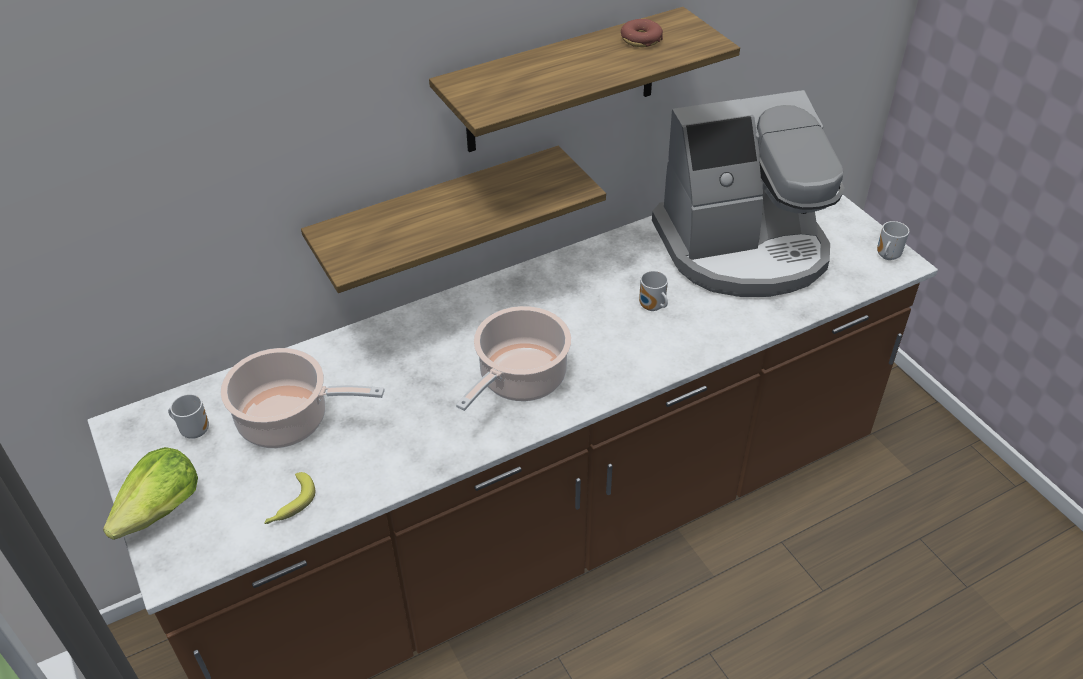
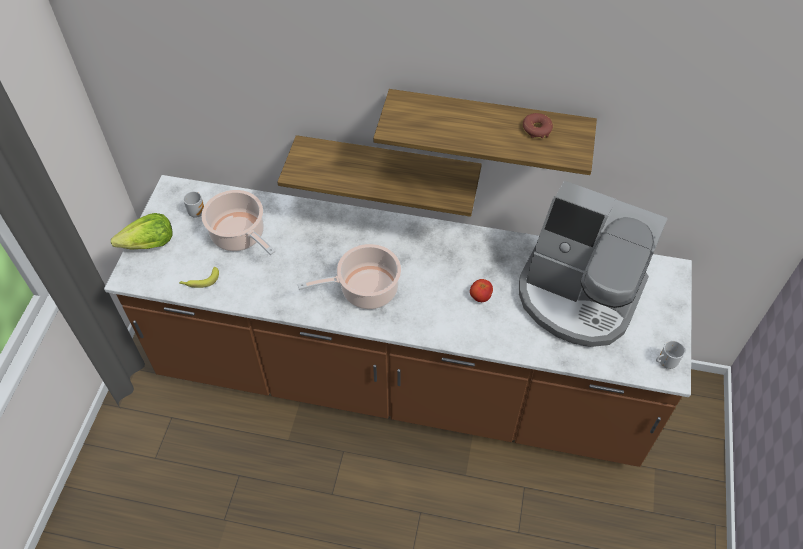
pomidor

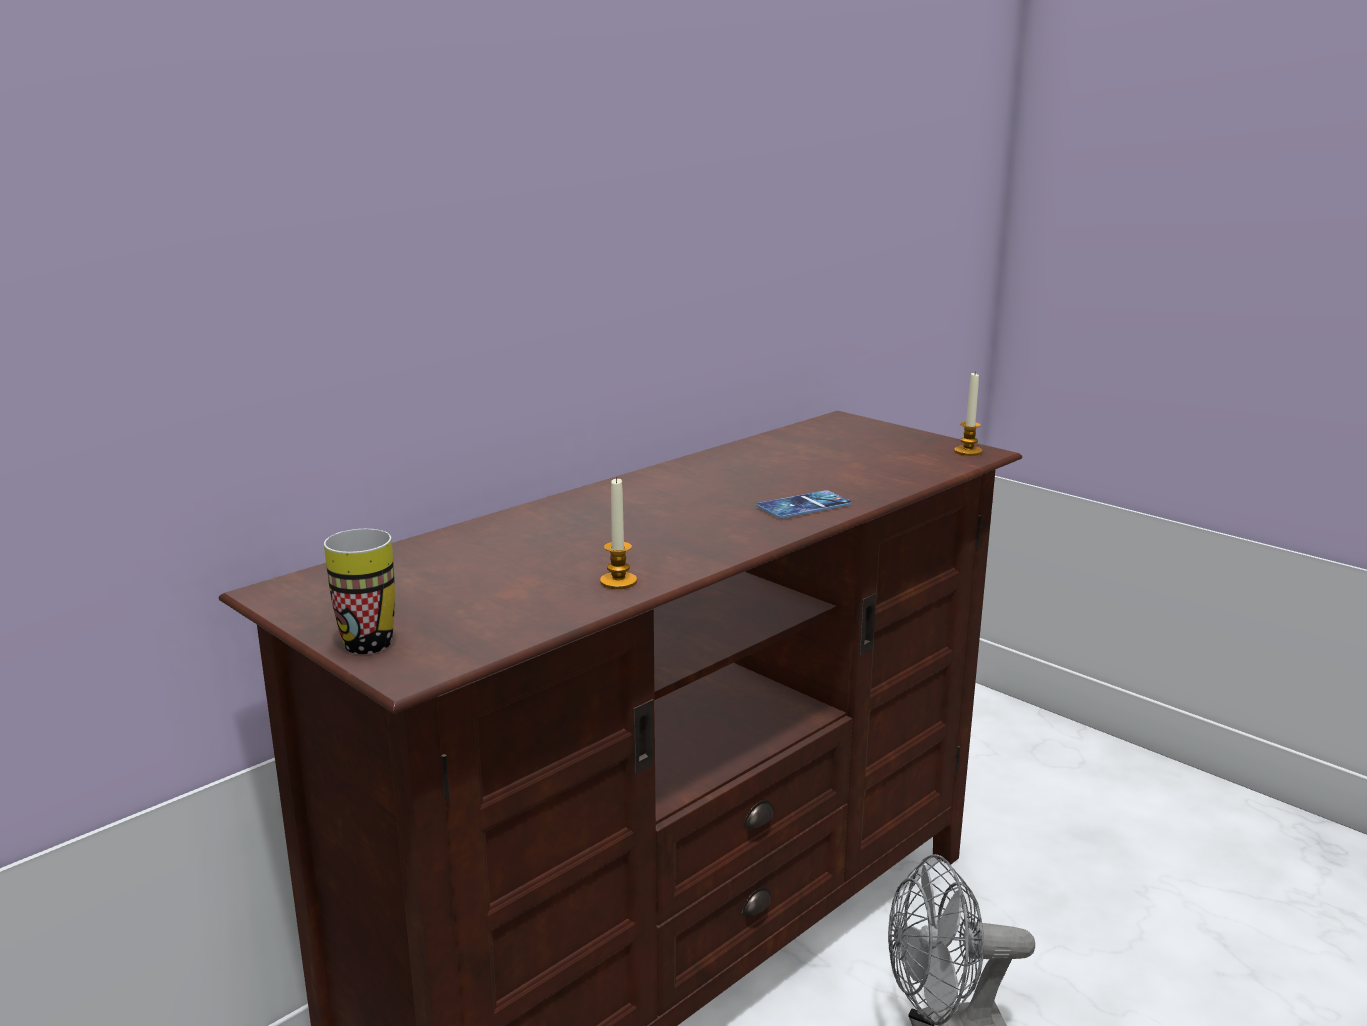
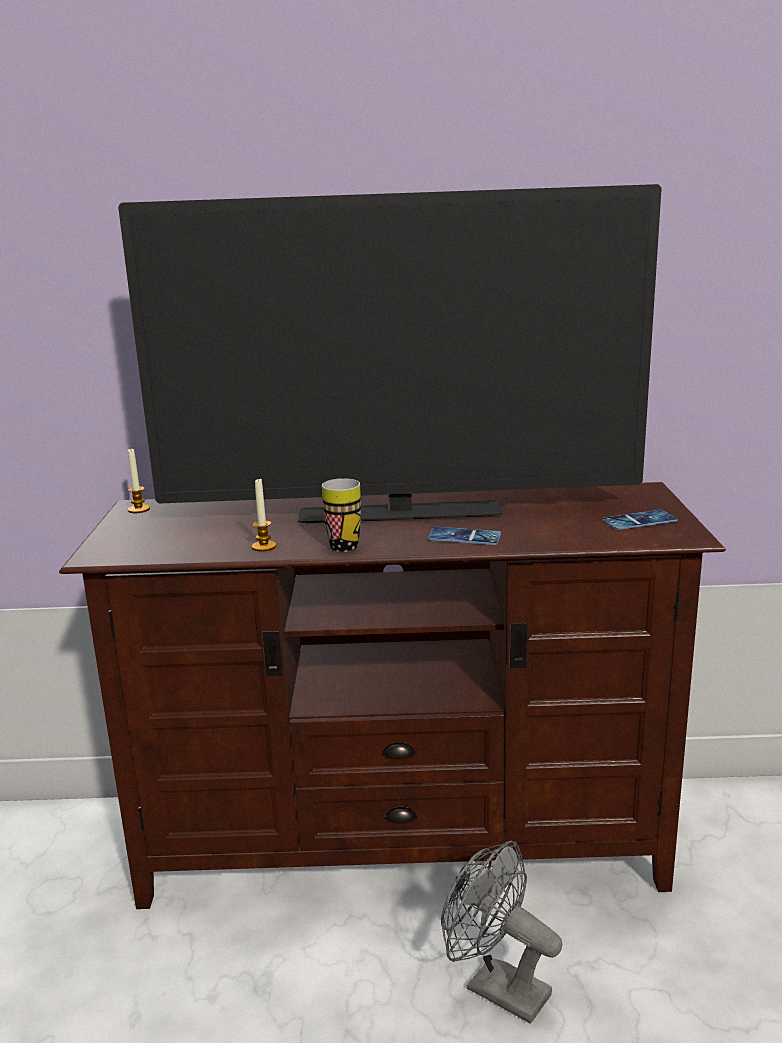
telewizor
telefon (2nd from left)
kubek
świeca (1st from left)

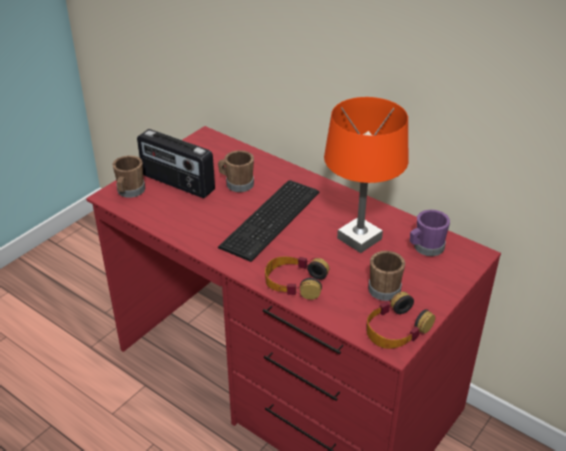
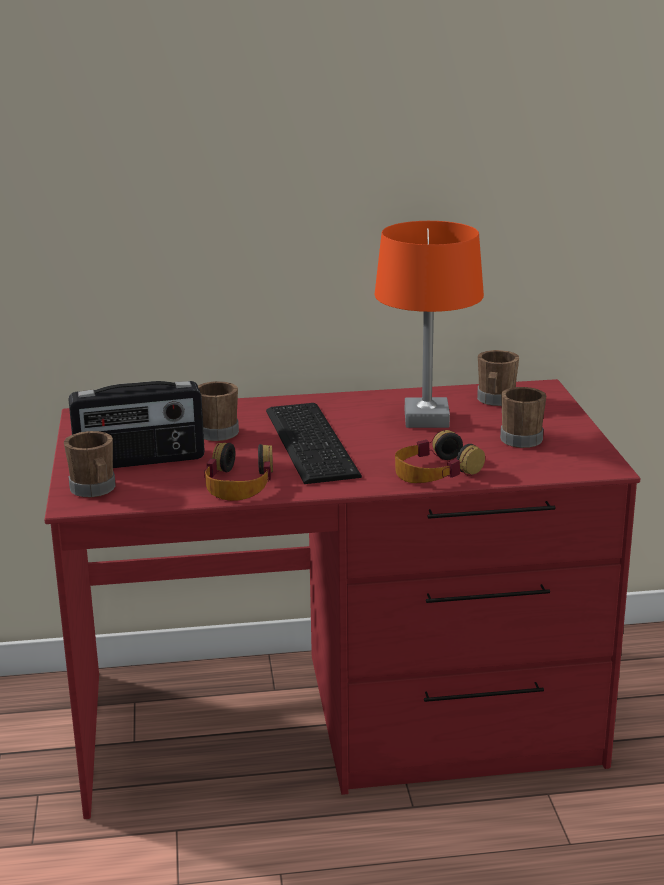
słuchawki (1st from left)
kubek (brązowy) (3rd from left)

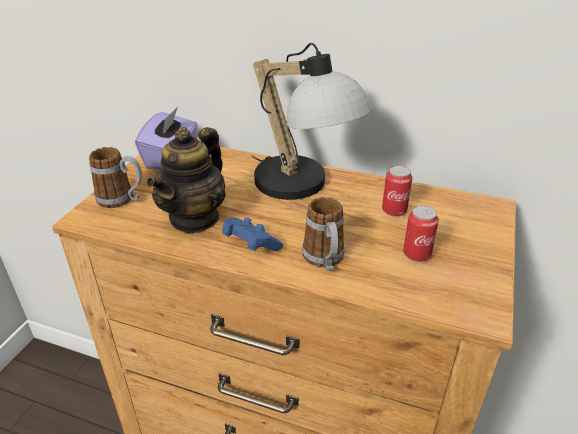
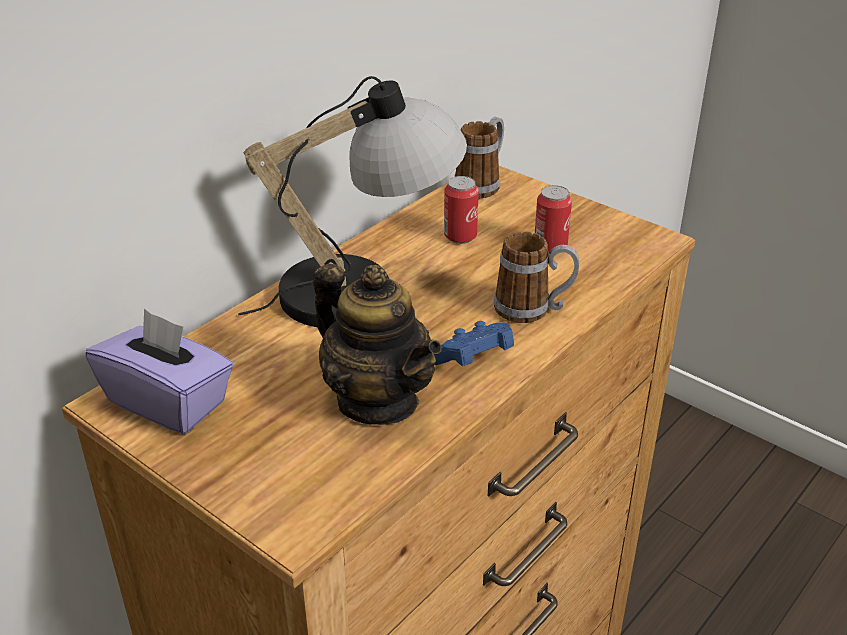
kubek (1st from left)

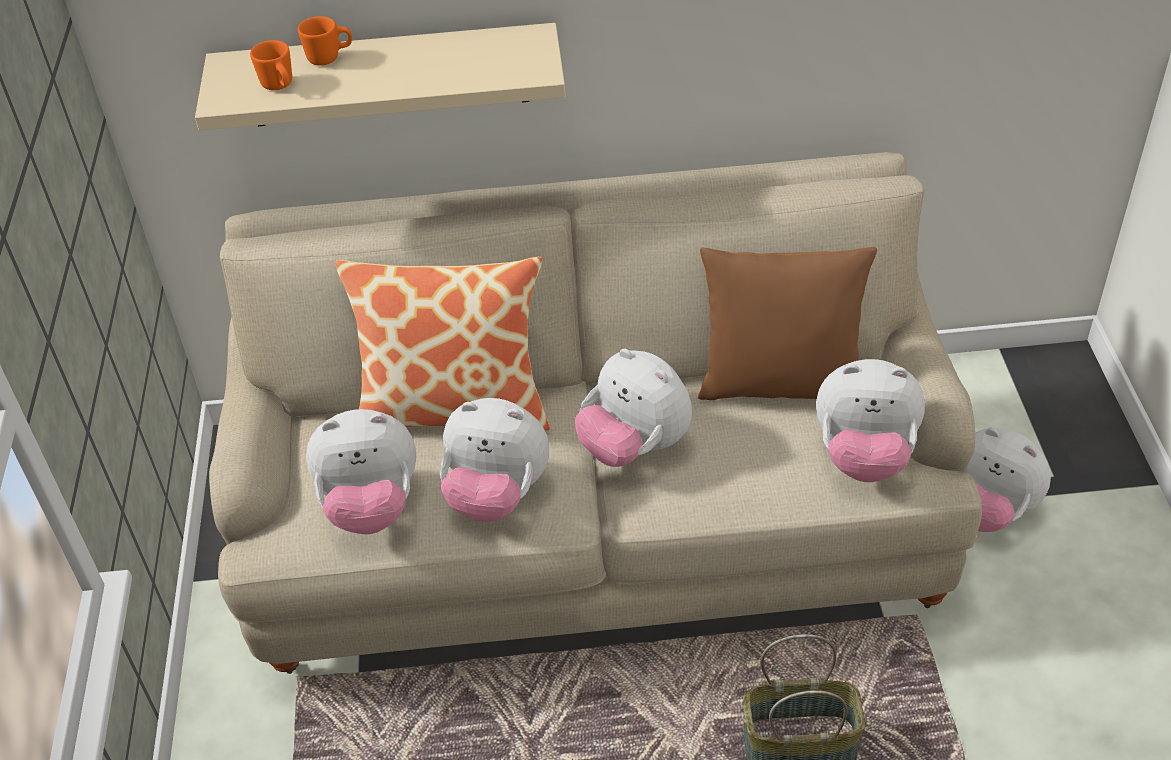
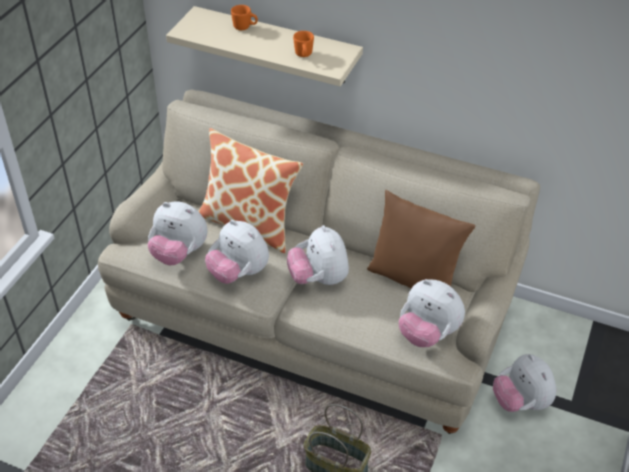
kubek (pomarańczowy) (2nd from left)

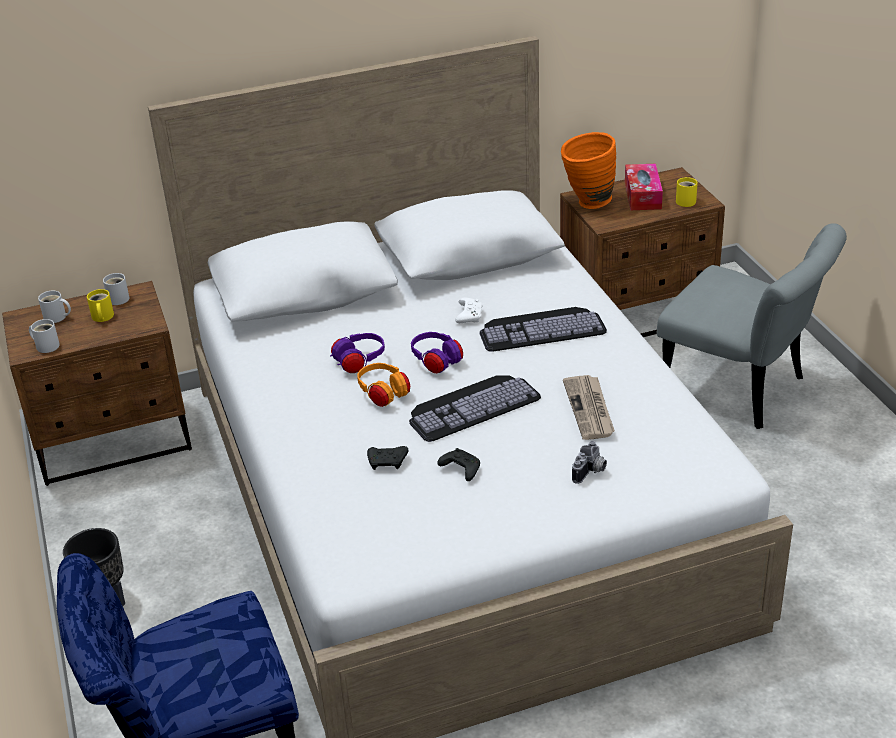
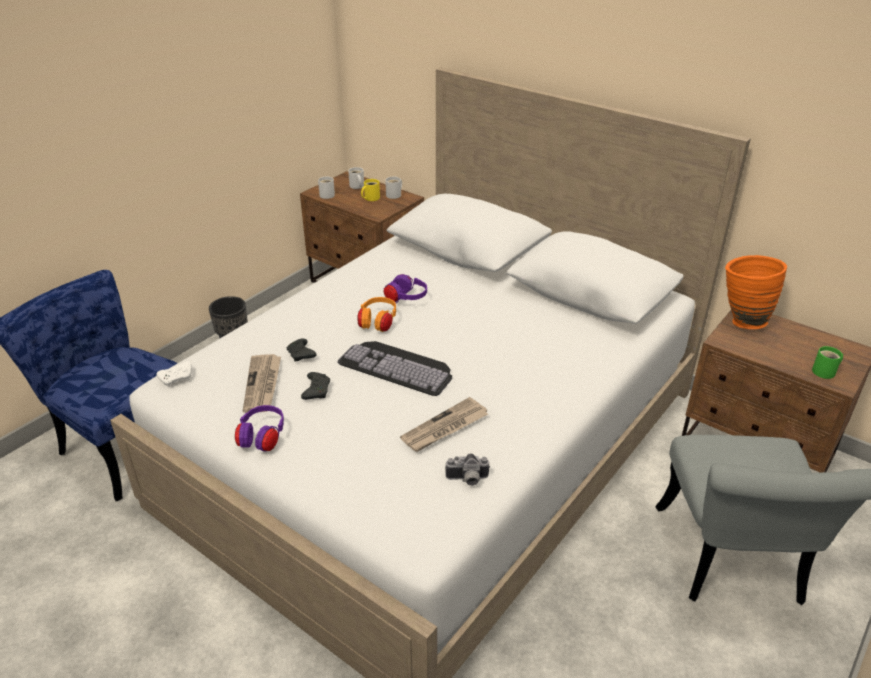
klawiatura (2nd from left in the first image)
pudełko chusteczek
gazeta (1st from left)
słuchawki (fioletowy) (1st from left)
pad do gier (biały)
aparat fotograficzny
kubek (zielony)

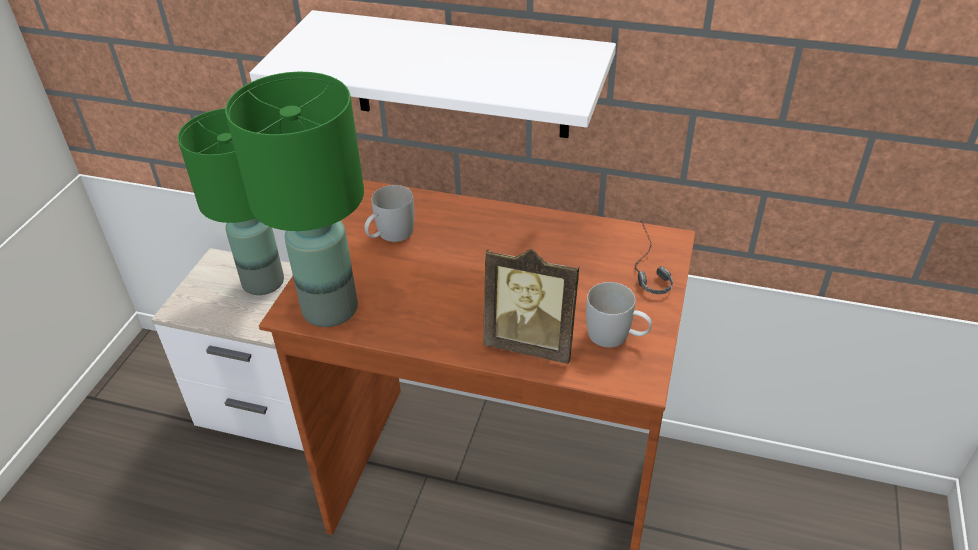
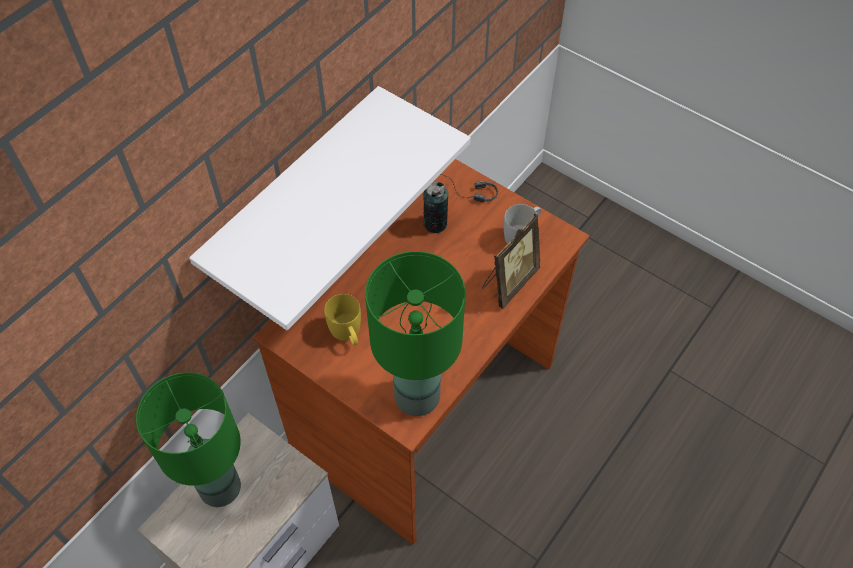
puszka
kubek (żółty)

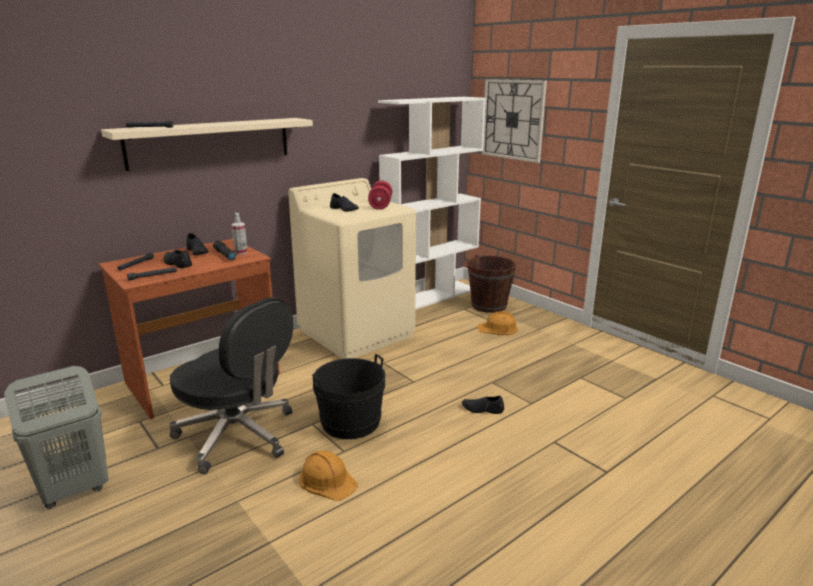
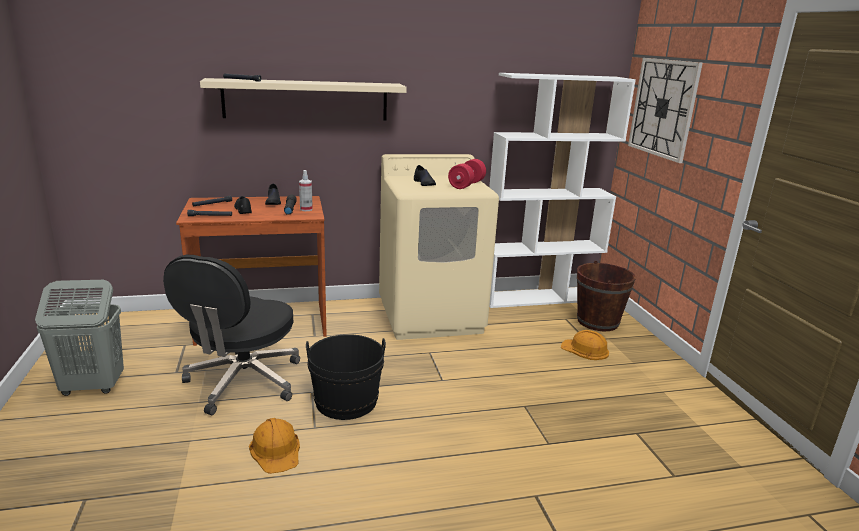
but (czarny) (4th from left in the first image)
krzesło biurowe (czarny)

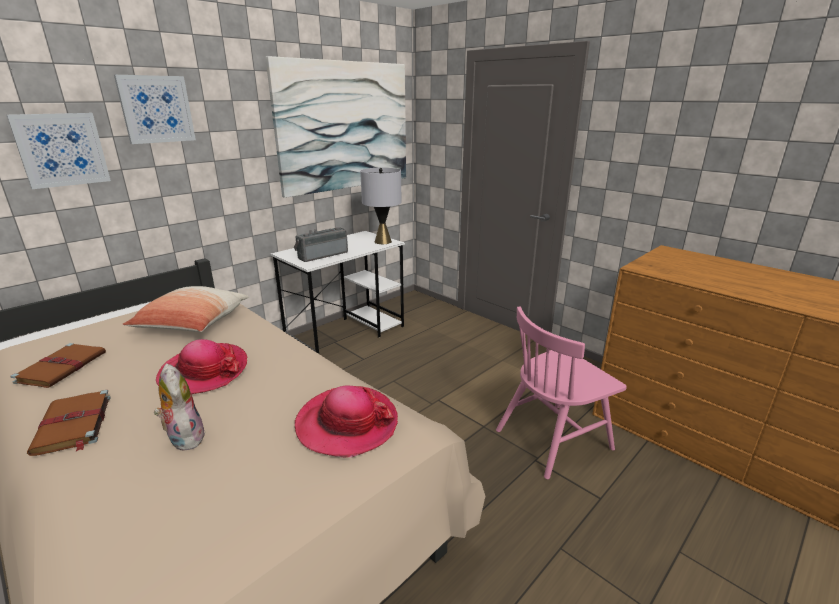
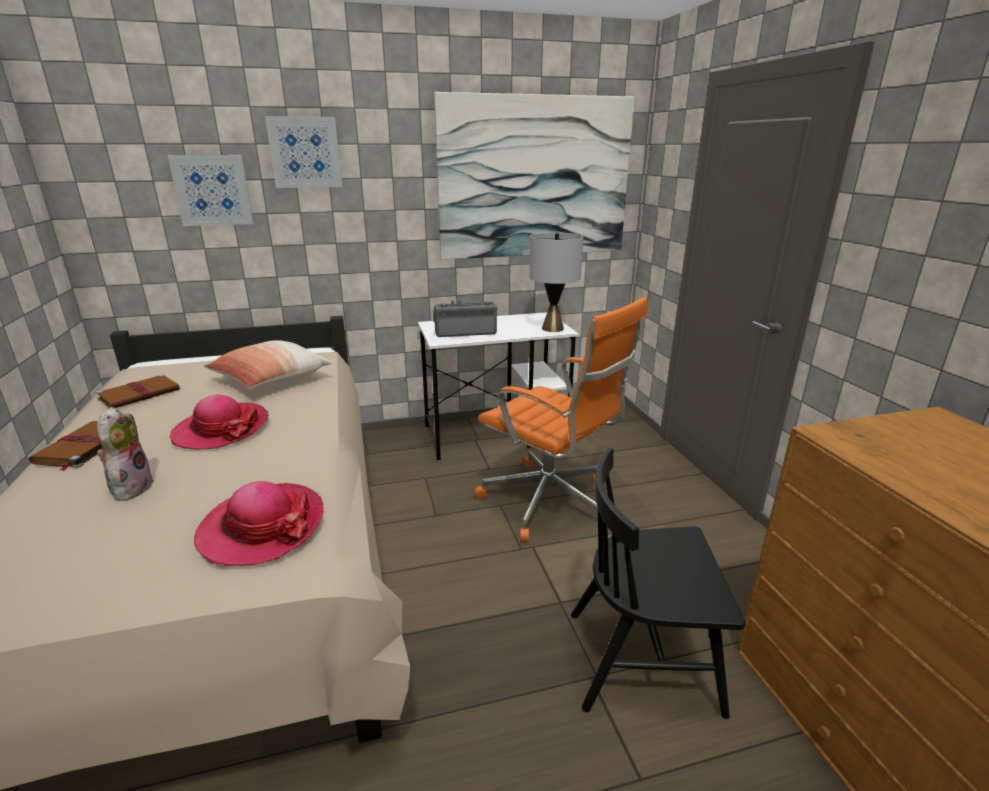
krzesło biurowe (pomarańczowy)
krzesło (czarny)

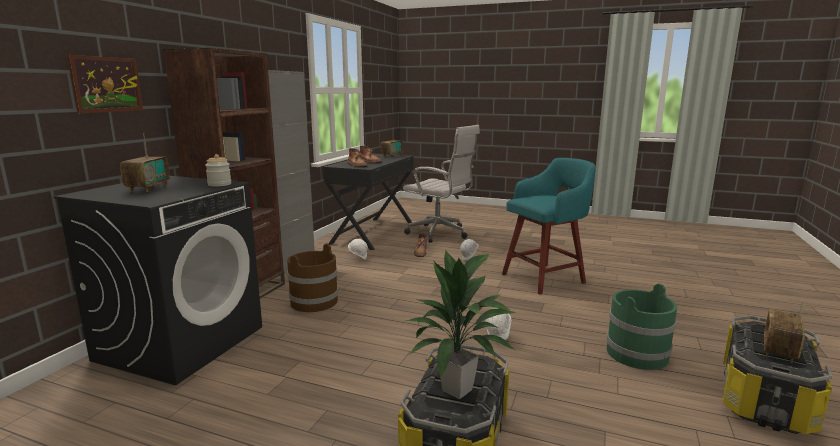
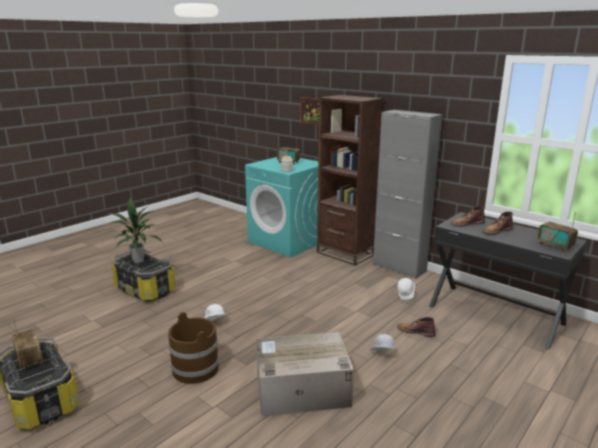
krzesło biurowe (biały)
wiadro (zielony)
wiadro (brązowy)
karton
pralka (turkusowy)

